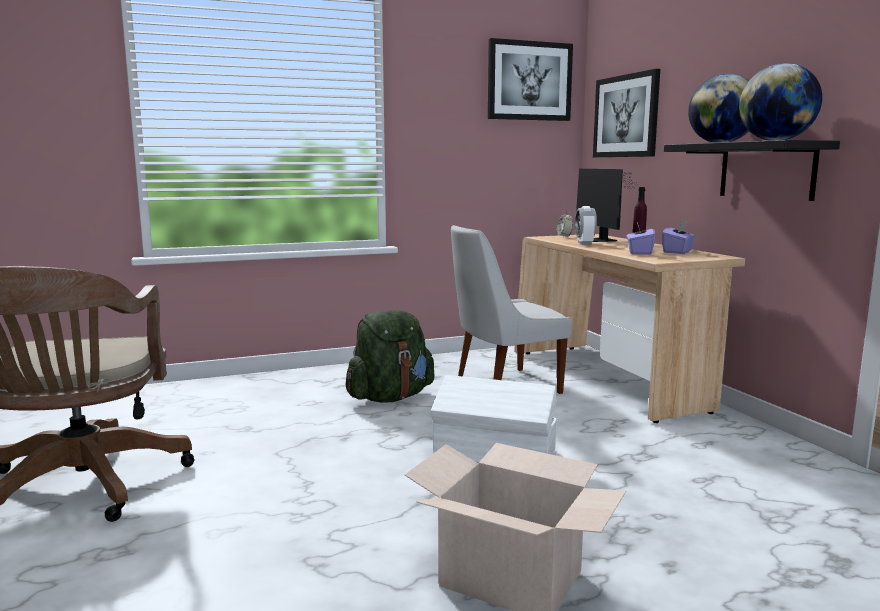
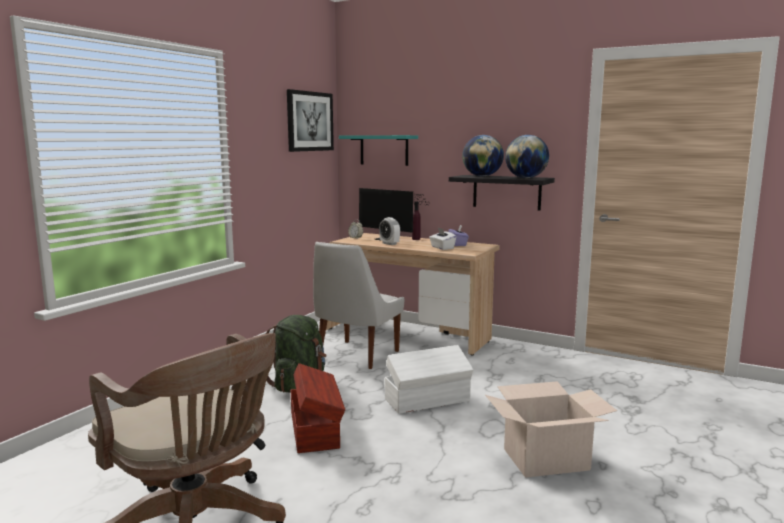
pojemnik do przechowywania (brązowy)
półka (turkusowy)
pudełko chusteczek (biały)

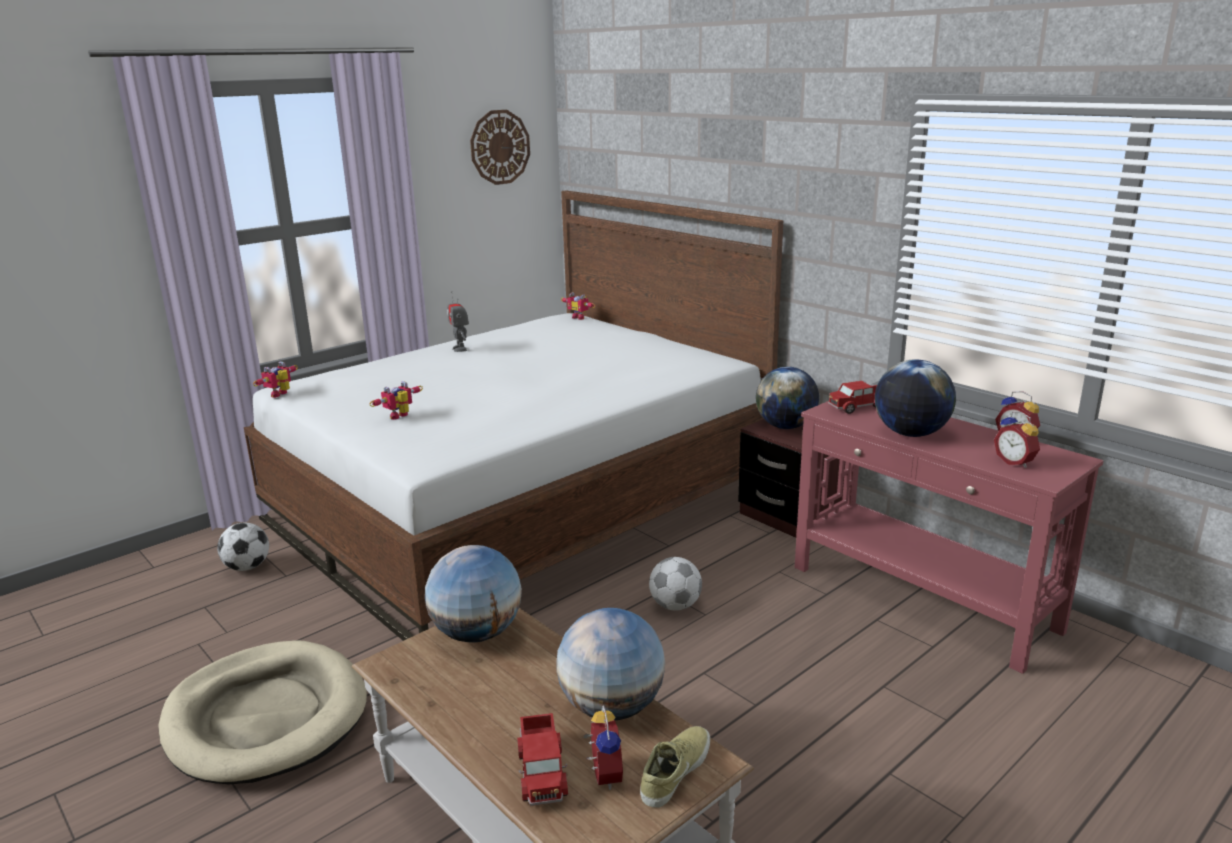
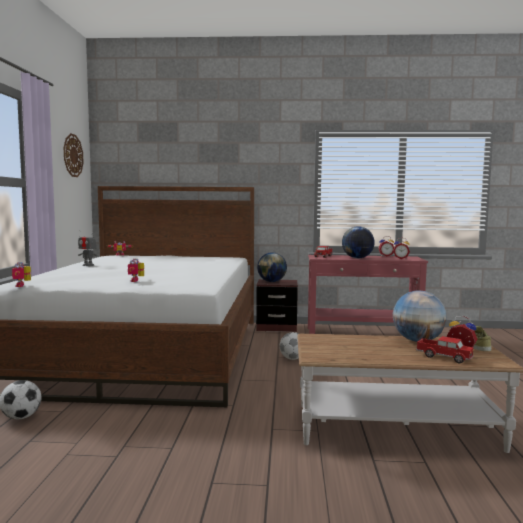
legowisko (beżowy)
globus (1st from left in the first image)

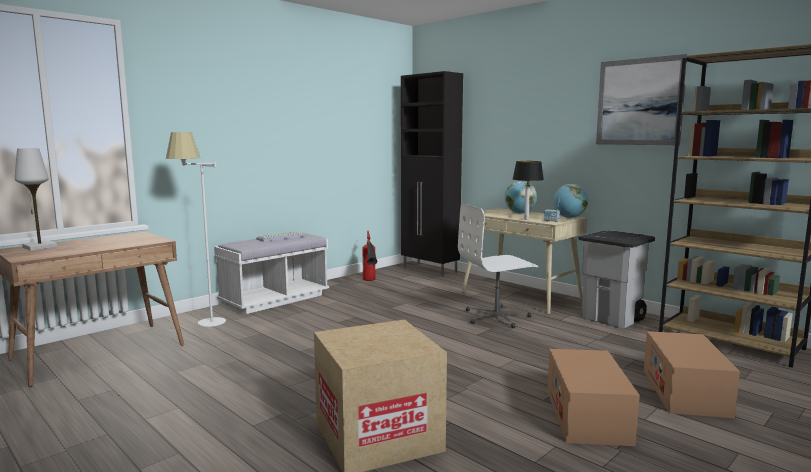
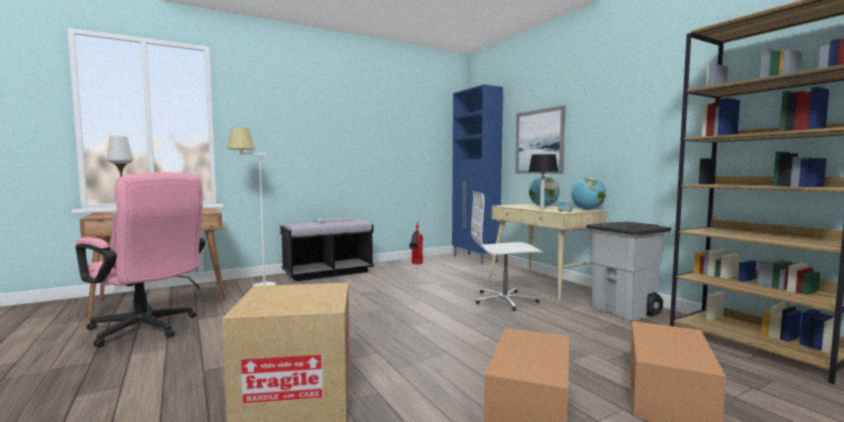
krzesło biurowe (różowy)
obraz
ławka (czarny)
szafka (niebieski)

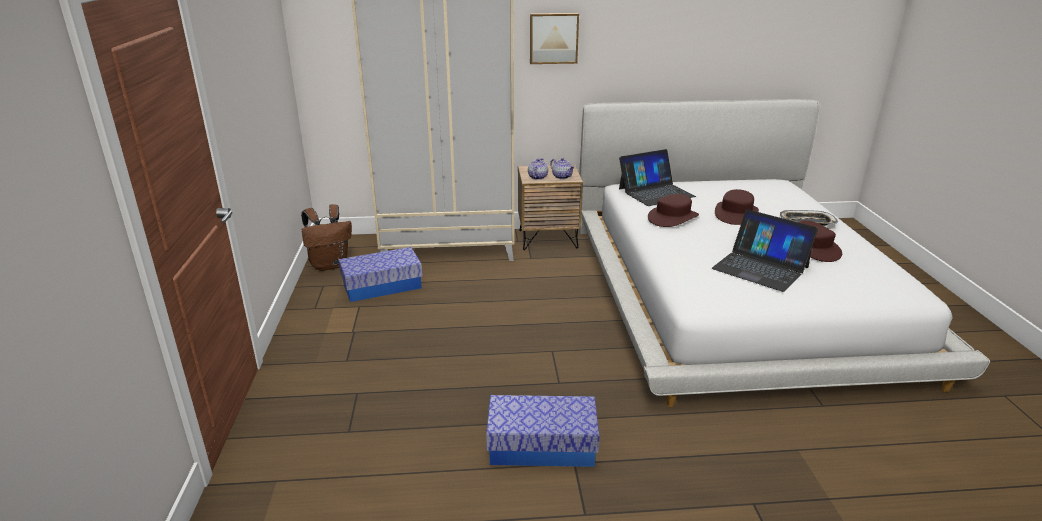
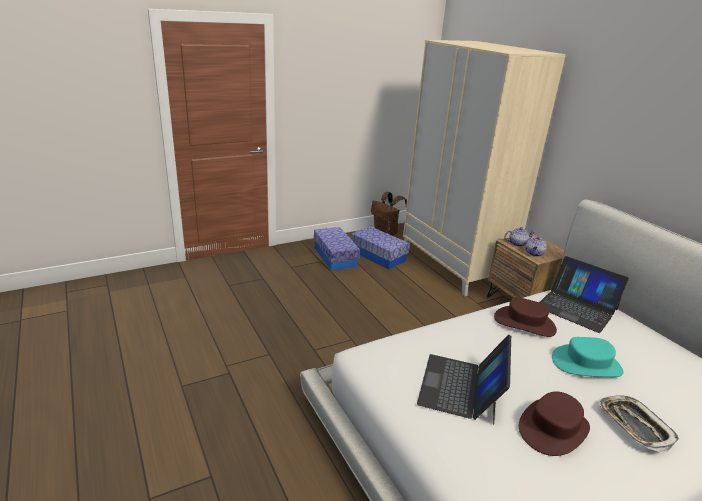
obraz
pojemnik do przechowywania (1st from left)
kapelusz (turkusowy)

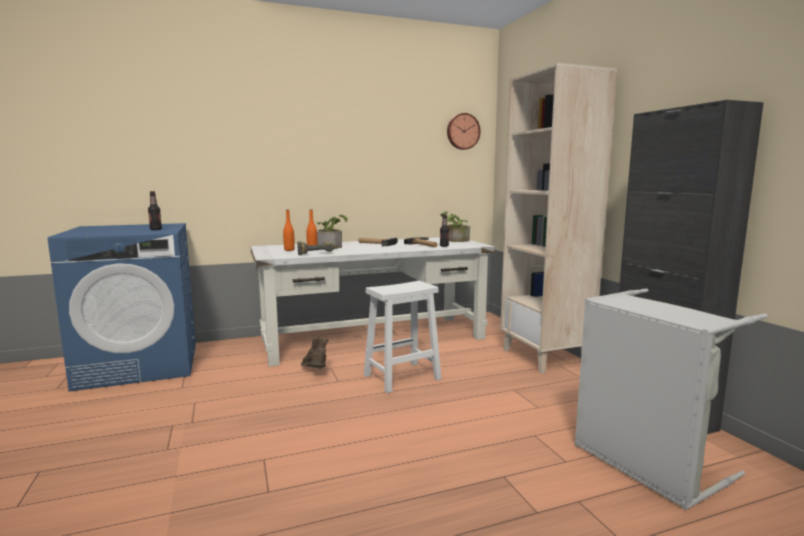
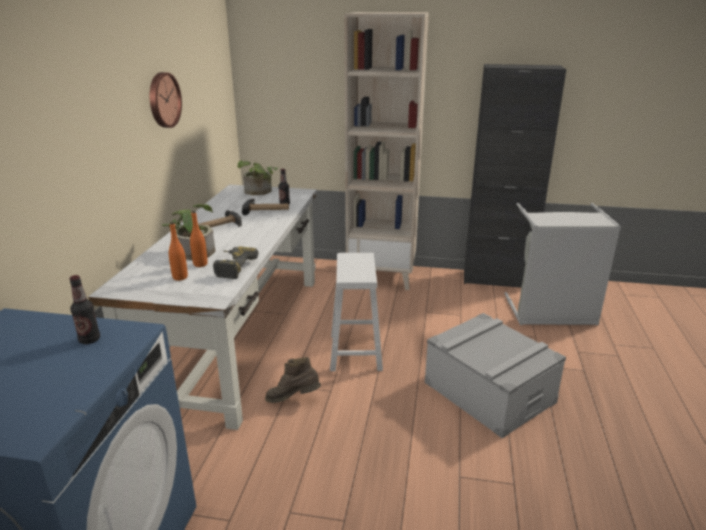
pojemnik do przechowywania (szary)
zegar ścienny

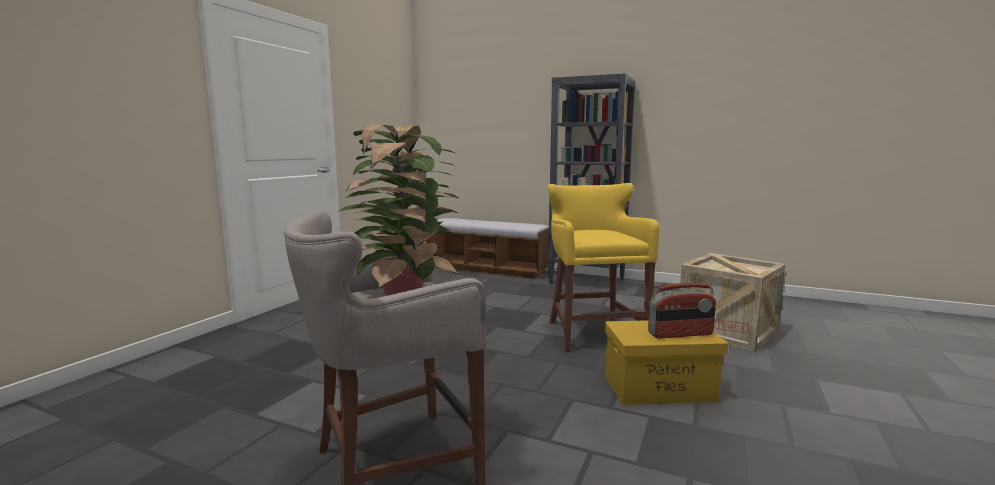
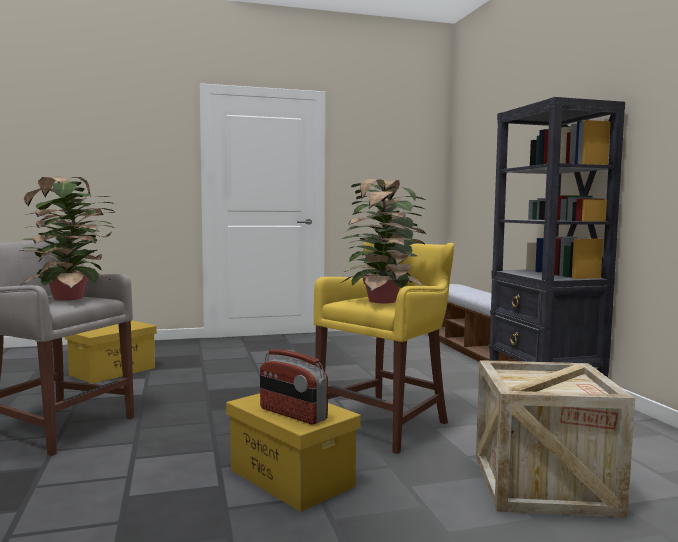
pojemnik do przechowywania (żółty) (1st from left)
roślina doniczkowa (2nd from left)

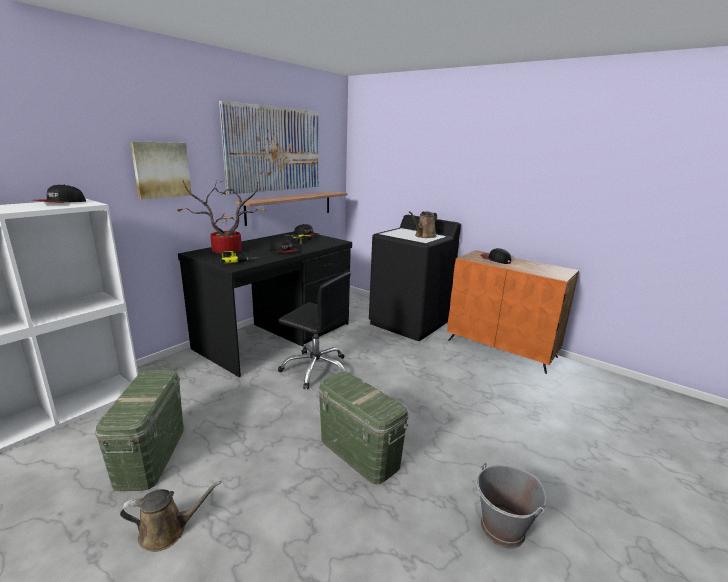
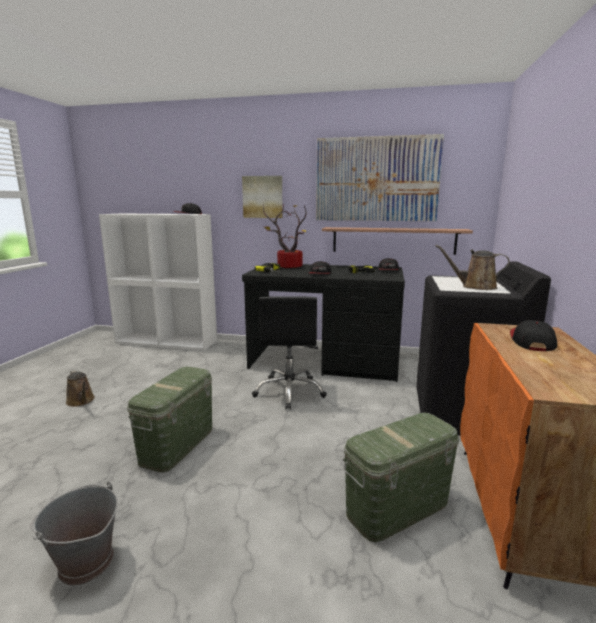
pojemnik do przechowywania (zielony) (2nd from left)

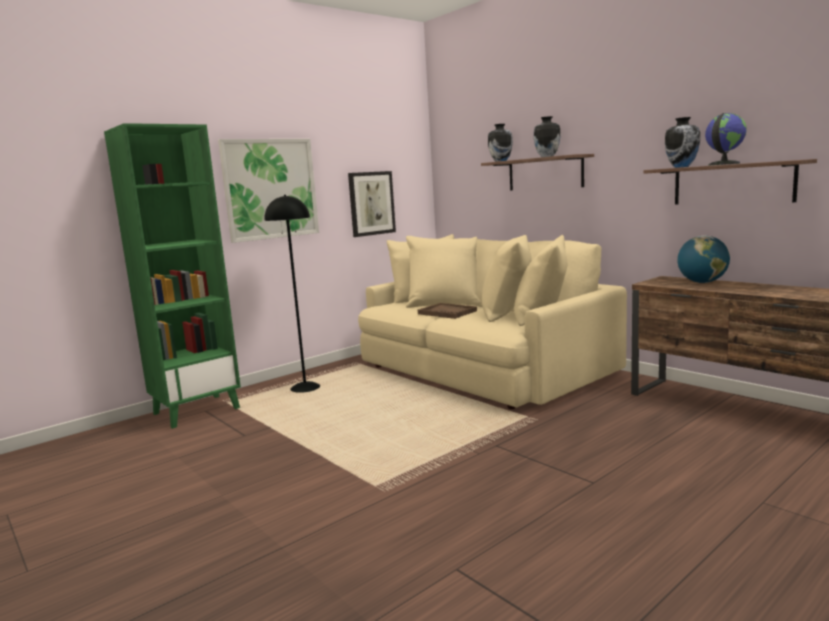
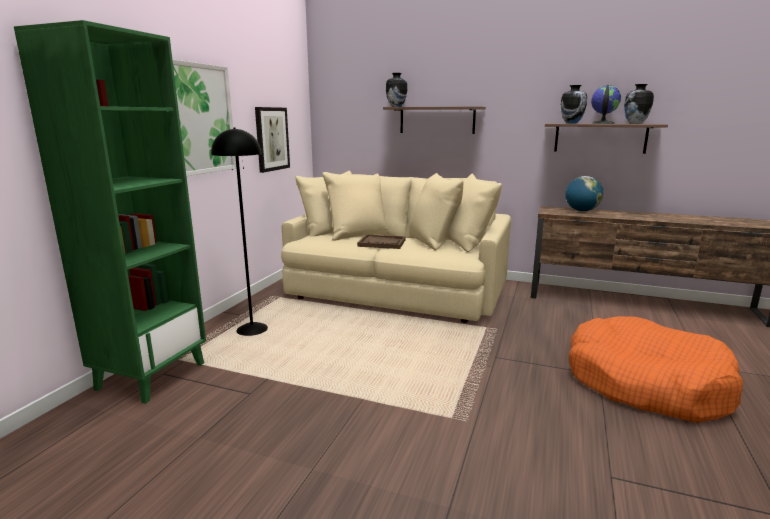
legowisko (pomarańczowy)
wazon (3rd from left)

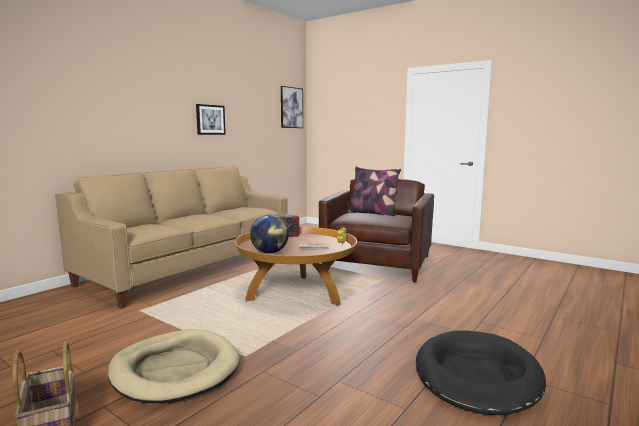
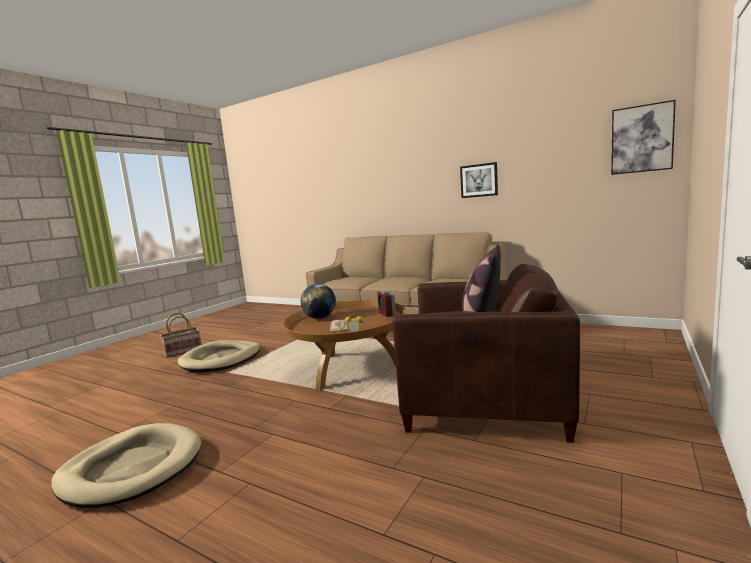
legowisko (beżowy) (1st from left)

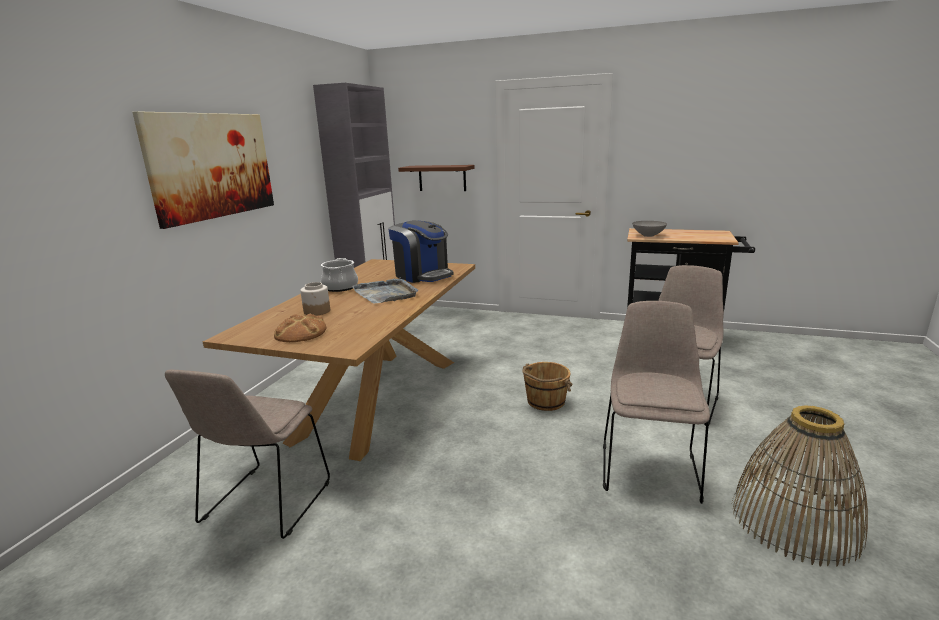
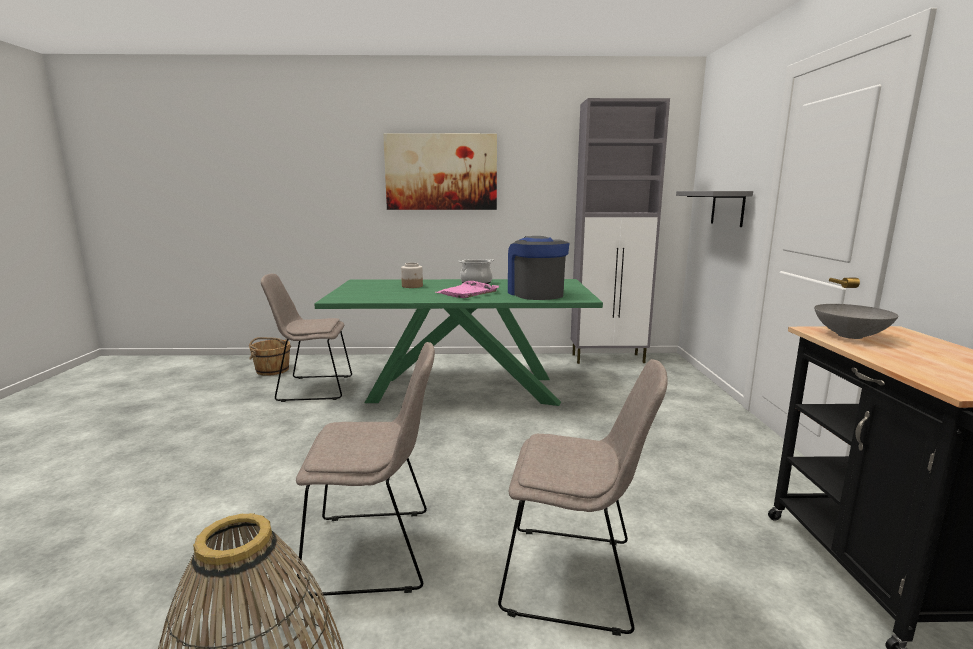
chleb
wiadro (brązowy)
stół jadalny (zielony)
taca (różowy)
półka (szary)
ekspres do kawy

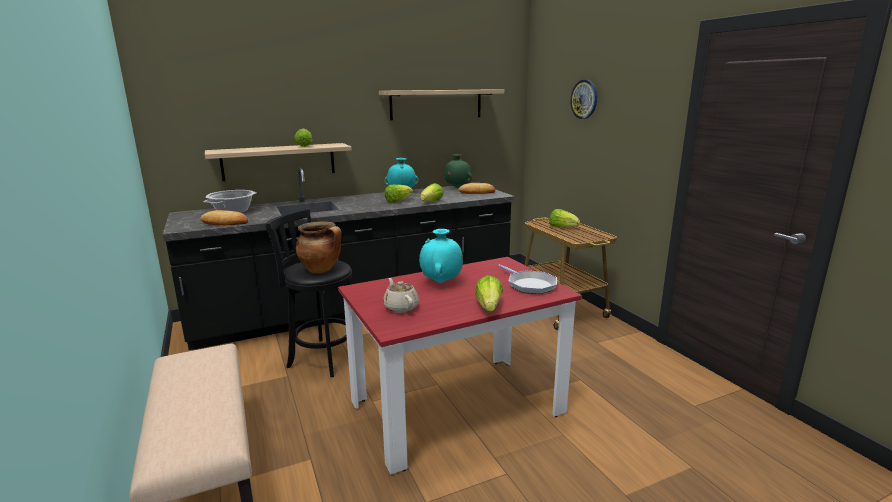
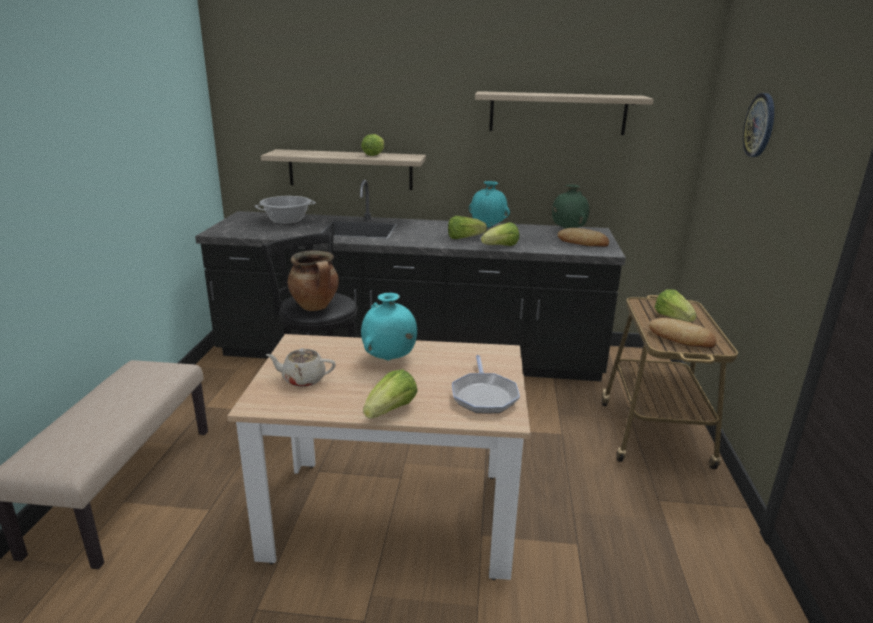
chleb (2nd from left)
stół jadalny (beżowy)
imbryk (beżowy)

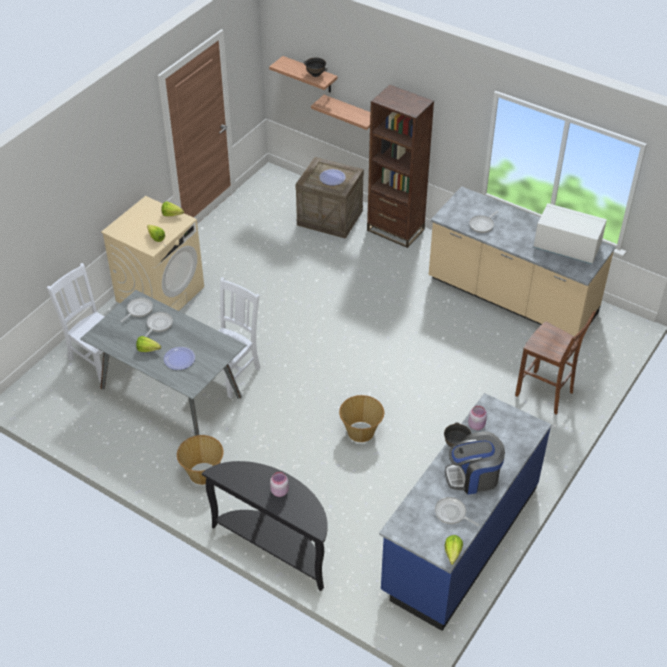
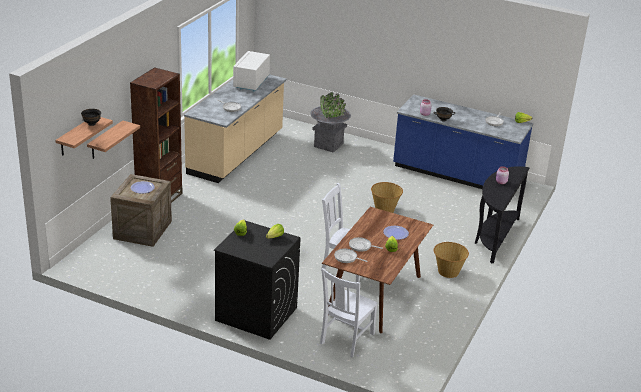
ekspres do kawy
donica (szary)
stół jadalny (brązowy)
pralka (czarny)

